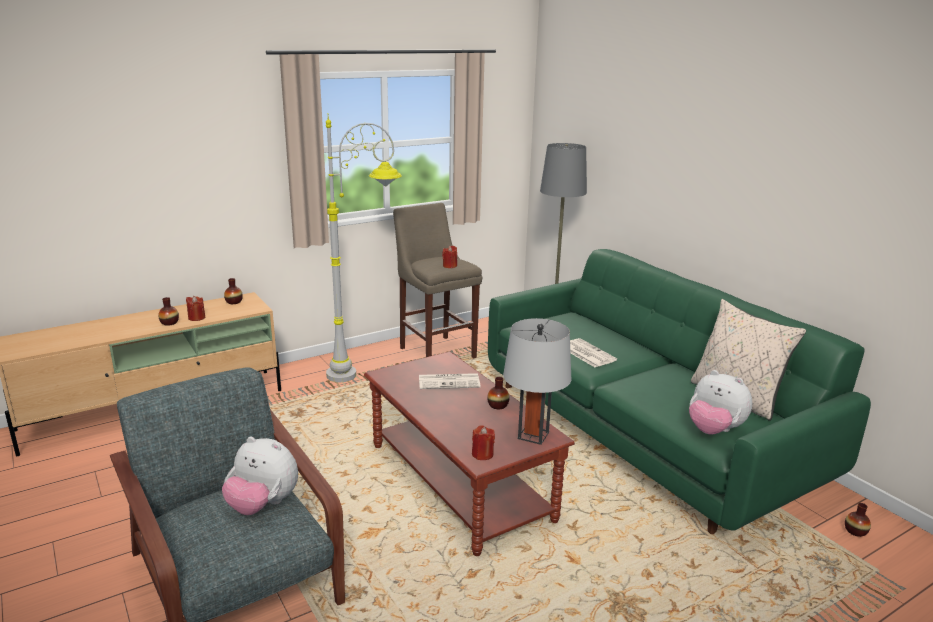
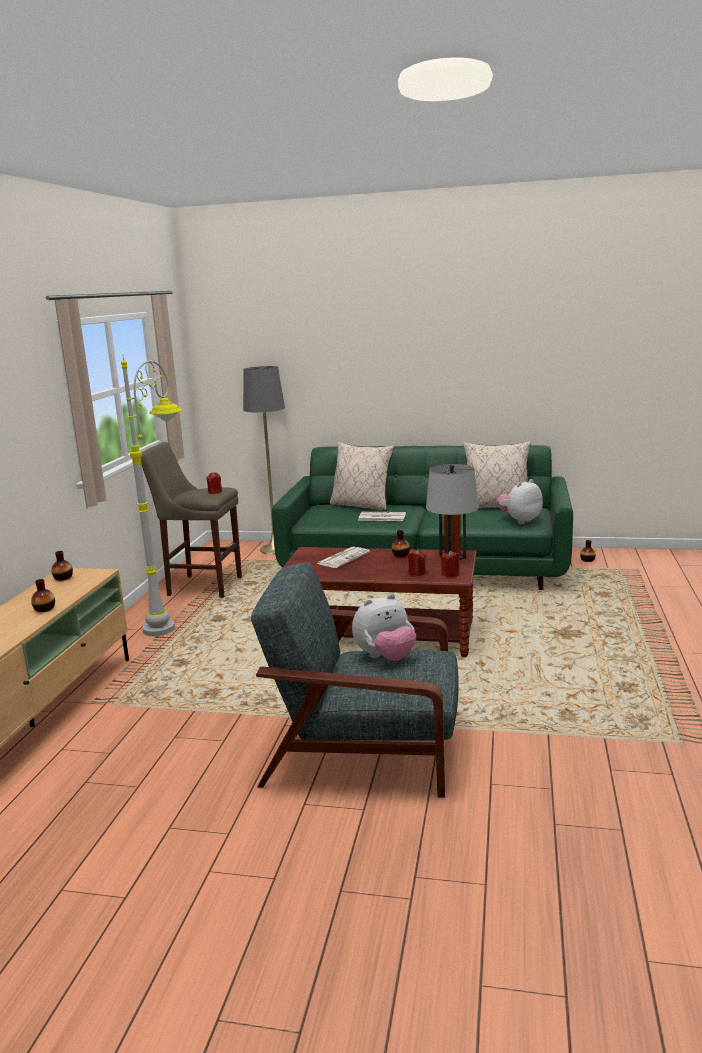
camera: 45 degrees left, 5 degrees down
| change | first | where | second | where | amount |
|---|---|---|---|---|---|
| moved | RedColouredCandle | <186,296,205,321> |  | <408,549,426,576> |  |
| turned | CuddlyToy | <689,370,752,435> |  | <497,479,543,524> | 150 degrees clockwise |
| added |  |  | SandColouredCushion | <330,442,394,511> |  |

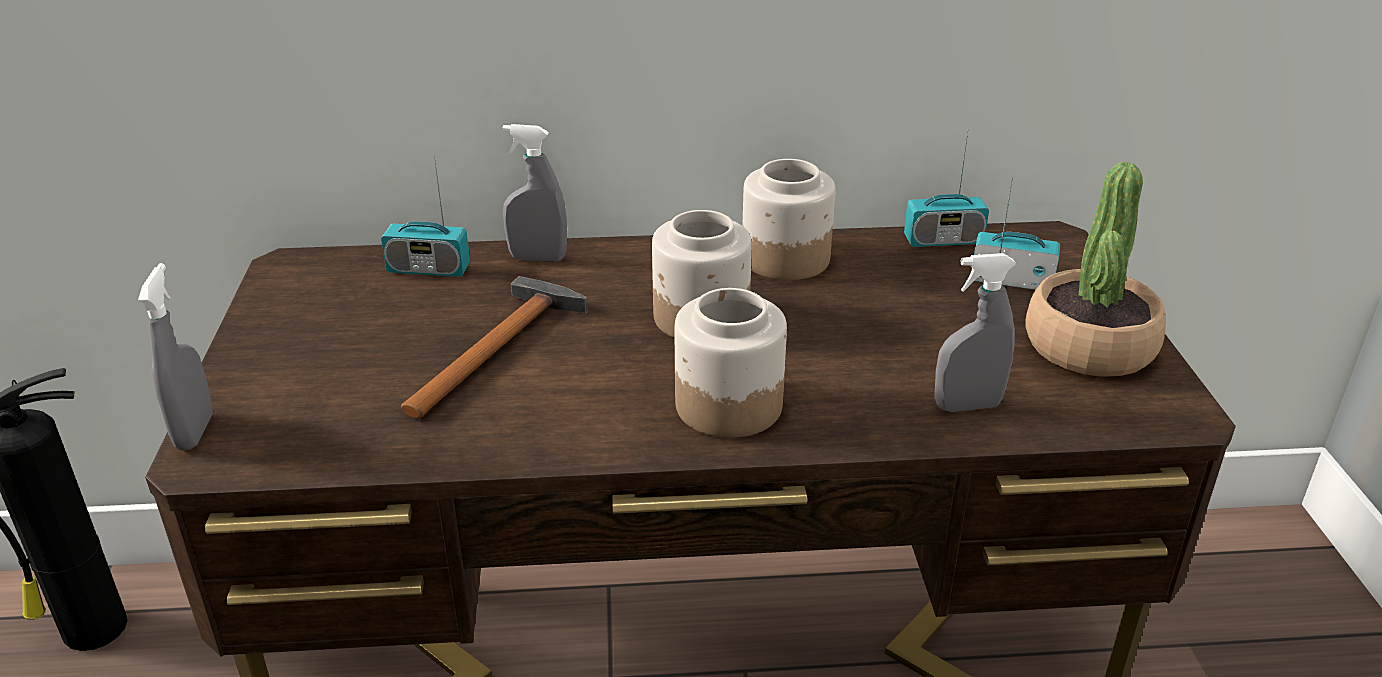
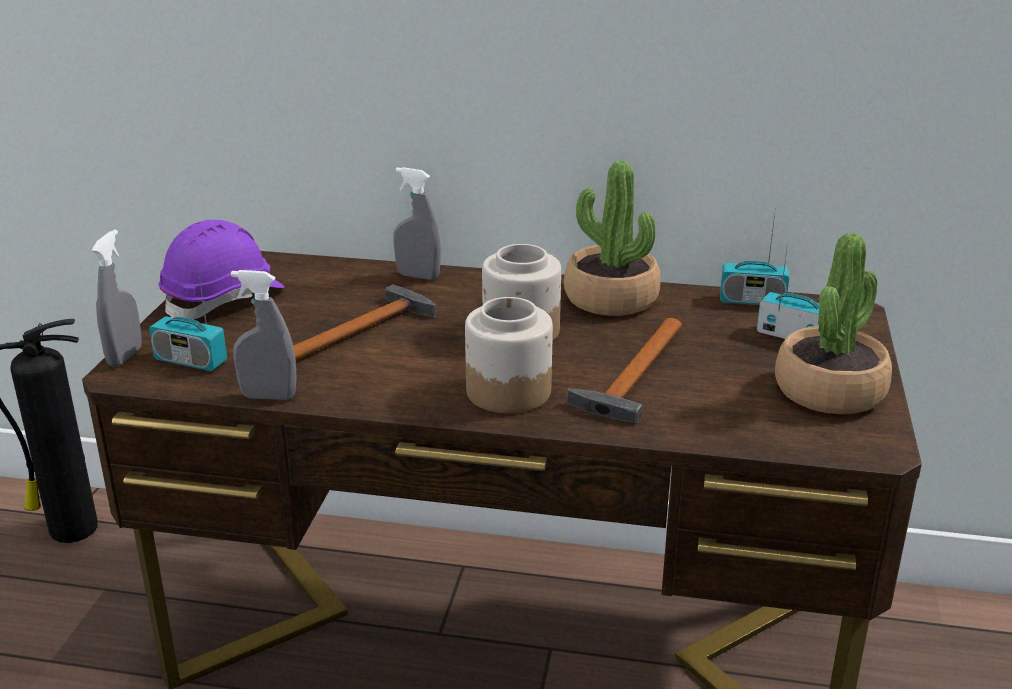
camera: 15 degrees right, 5 degrees down
| change | first | where | second | where | amount |
|---|---|---|---|---|---|
| moved | Radio | <381,155,470,277> |  | <149,262,227,371> |  |
| replaced | PreserveJar | <742,159,835,280> | Houseplant | <564,160,661,316> |  |
| moved | GreySprayBottle | <934,253,1016,412> |  | <231,270,297,400> |  |
| added |  |  | PurplishSafetyHelmet | <159,220,285,319> |  |
| added |  |  | ToolHammer | <567,318,682,424> |  |

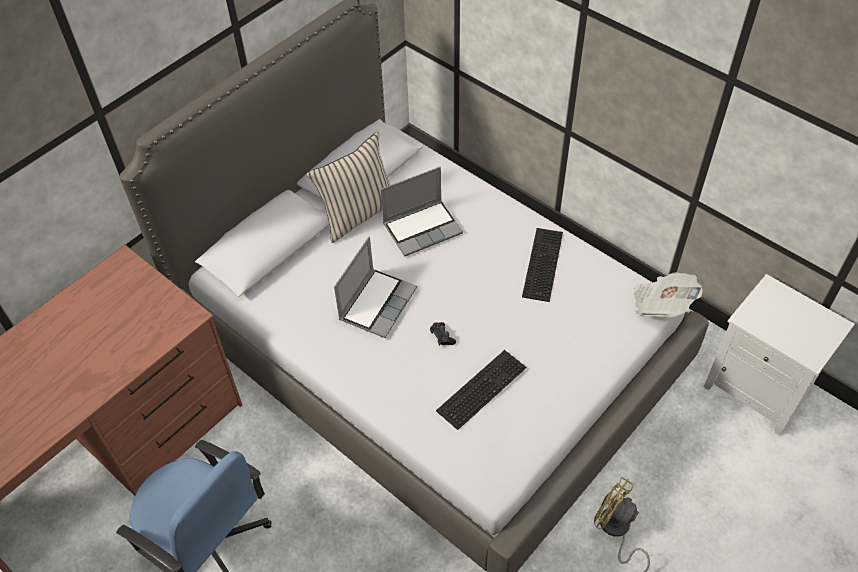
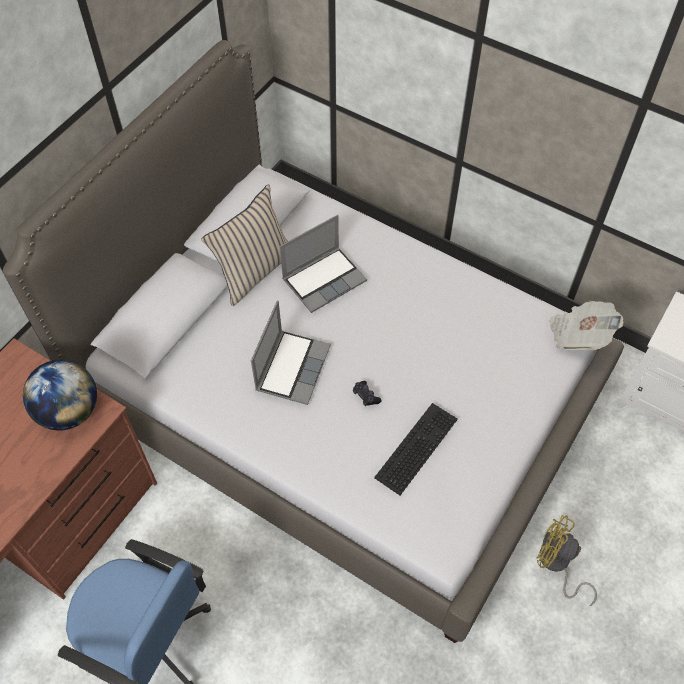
camera: 10 degrees left, 5 degrees up
| change | first | where | second | where | amount |
|---|---|---|---|---|---|
| removed | ComputerKeyboard | <522,228,563,302> |  |  |  |
| added |  |  | DeskGlobe | <23,360,97,430> |  |

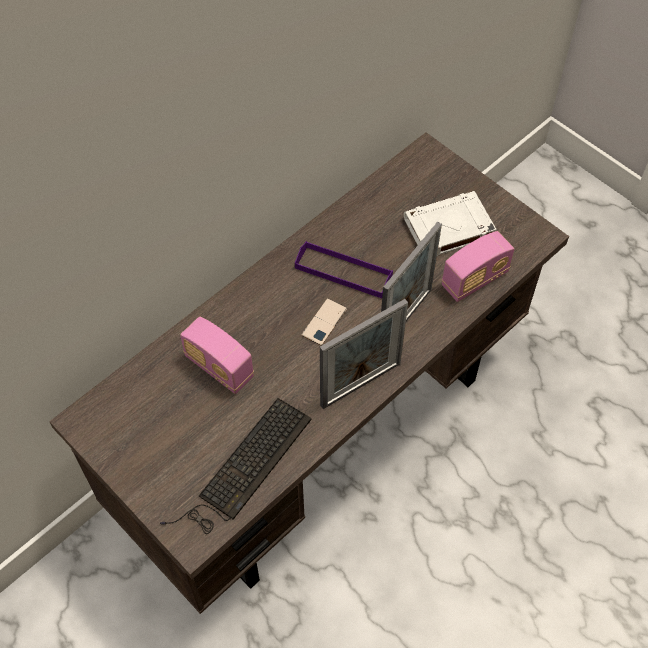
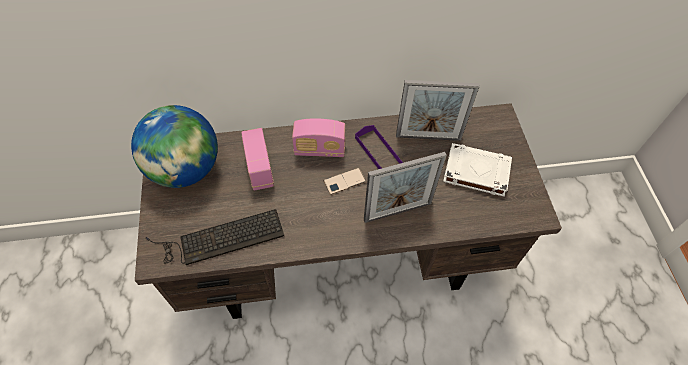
camera: 35 degrees right, 0 degrees up
| change | first | where | second | where | amount |
|---|---|---|---|---|---|
| moved | StandingFrame | <320,299,408,409> |  | <396,80,480,141> |  |
| moved | Radio | <442,231,514,302> |  | <292,118,345,157> |  |
| added |  |  | DeskGlobe | <131,105,218,188> |  |

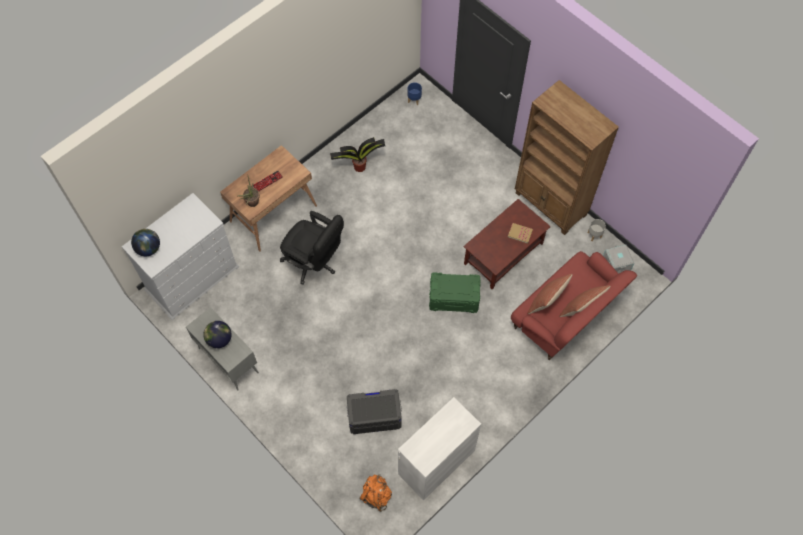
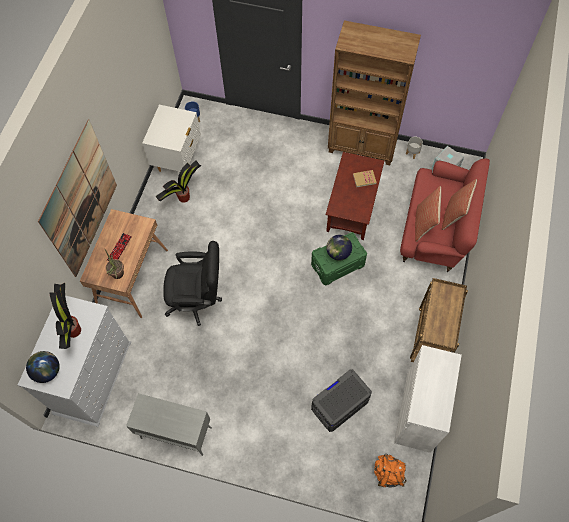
camera: 30 degrees left, 0 degrees up
| change | first | where | second | where | amount |
|---|---|---|---|---|---|
| moved | DeskGlobe | <203,321,232,348> |  | <326,235,352,261> |  |
| added |  |  | Picture | <38,119,117,277> |  |
| added |  |  | Houseplant | <49,283,81,349> |  |
| added |  |  | WhiteColouredBedsideTable | <142,105,201,172> |  |
| added |  |  | BrownishWheeledCart | <410,278,468,362> |  |

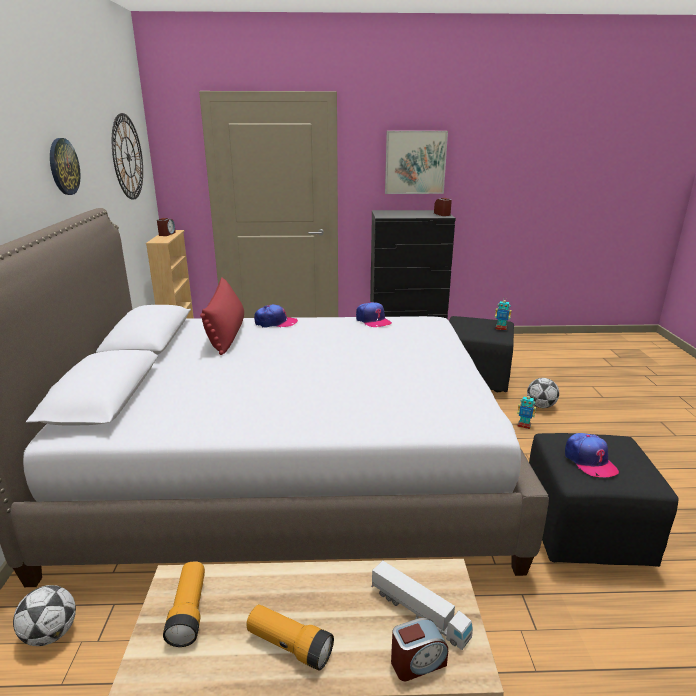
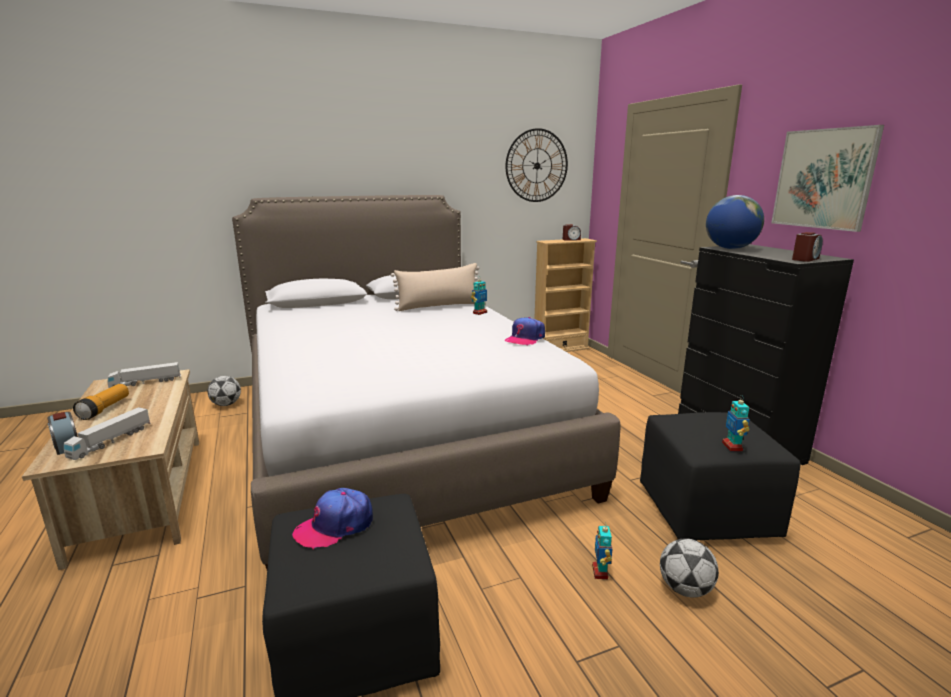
camera: 70 degrees right, 5 degrees down
| change | first | where | second | where | amount |
|---|---|---|---|---|---|
| removed | HangingClock | <50,138,81,195> |  |  |  |
| replaced | HandTorch | <163,562,205,647> | ToyLorry | <108,362,181,388> |  |
| recoloured | RedColouredCushion | <200,277,244,355> | SandColouredCushion | <391,263,479,311> |  |
| replaced | PeakedCap | <254,304,298,328> | ToyRobot | <471,276,487,315> |  |
| added |  |  | DeskGlobe | <706,195,764,249> |  |

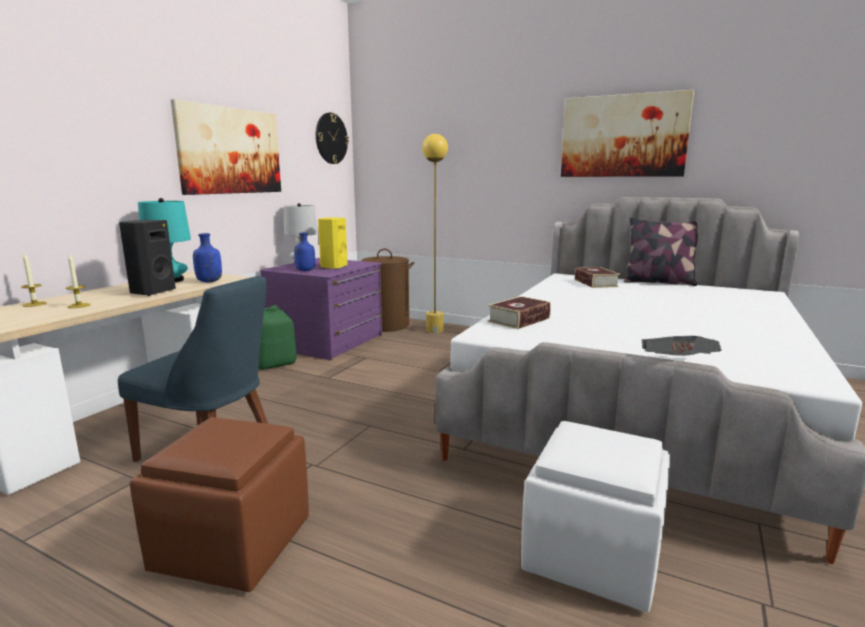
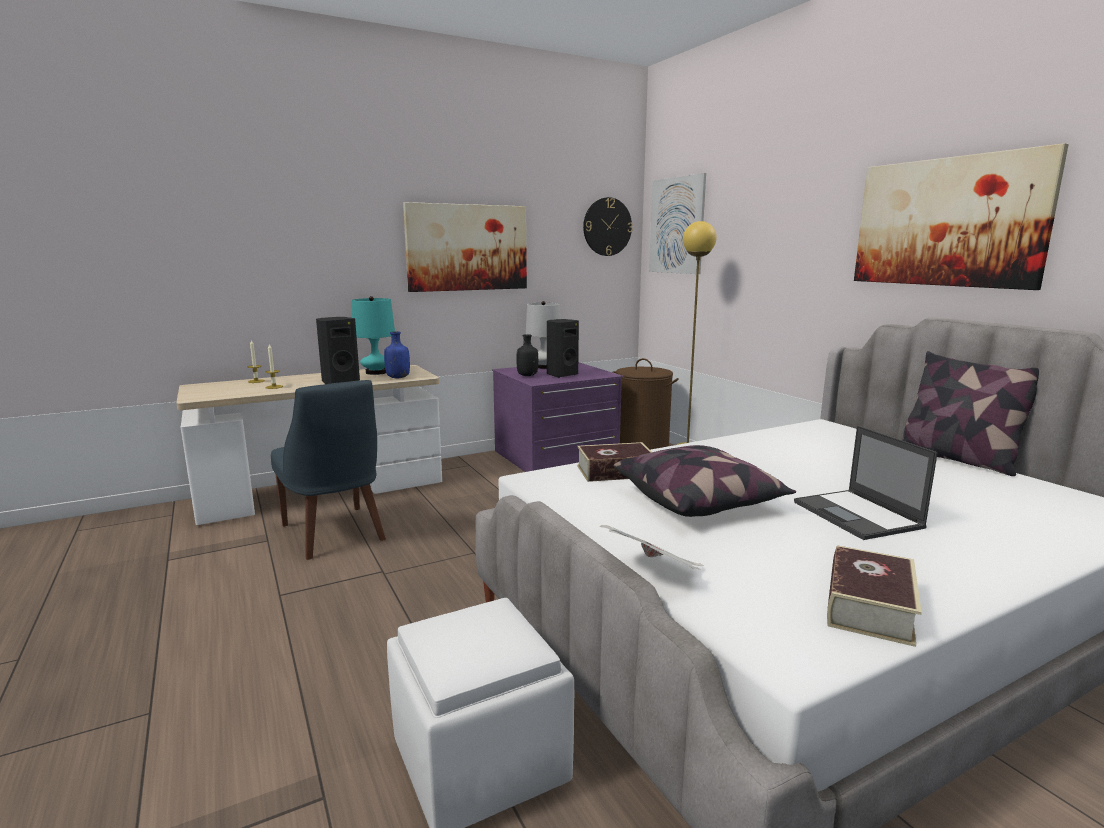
camera: 35 degrees right, 0 degrees up
| change | first | where | second | where | amount |
|---|---|---|---|---|---|
| removed | BrownishFootrest | <130,417,309,592> |  |  |  |
| removed | GreenRucksack | <258,305,297,370> |  |  |  |
| recoloured | BluishBottle | <294,233,315,271> | BlackBottle | <516,334,538,376> |  |
| recoloured | YellowColouredLoudspeaker | <318,218,348,269> | BlackLoudspeaker | <547,319,579,378> |  |
| moved | BoundBook | <575,267,620,288> |  | <827,545,922,647> |  |
| added |  |  | Cushion | <614,445,796,517> |  |
| added |  |  | Picture | <649,173,706,274> |  |
| added |  |  | NotebookComputer | <794,426,938,540> |  |

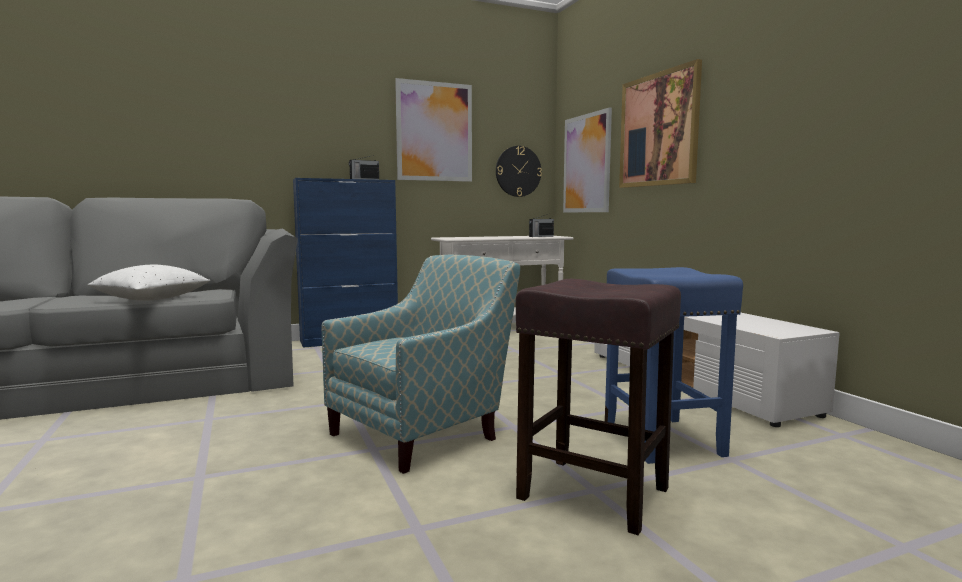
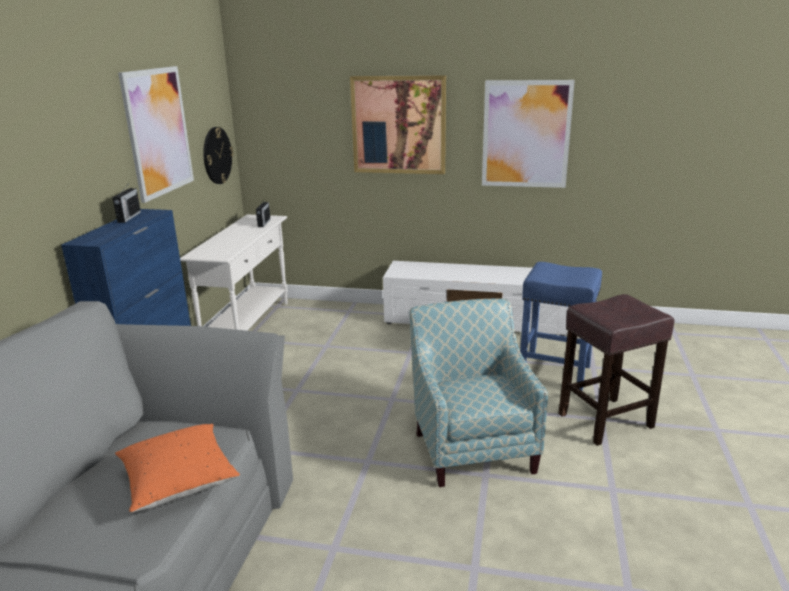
camera: 55 degrees left, 15 degrees up
| change | first | where | second | where | amount |
|---|---|---|---|---|---|
| recoloured | WhiteColouredCushion | <88,265,210,301> | OrangeColouredCushion | <115,424,240,513> |  |
| moved | Picture | <563,107,612,212> |  | <482,80,575,188> |  |

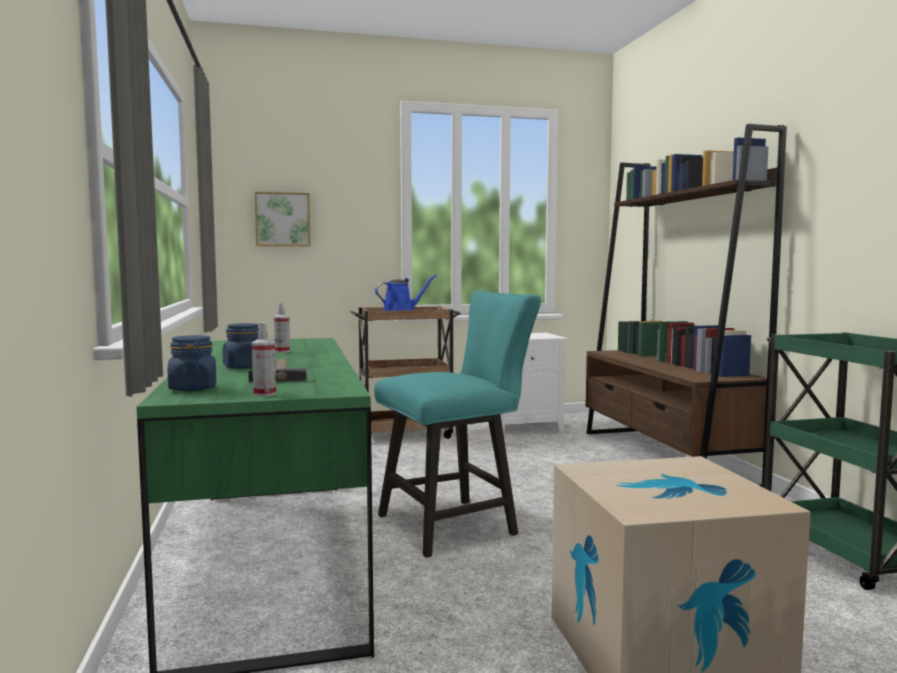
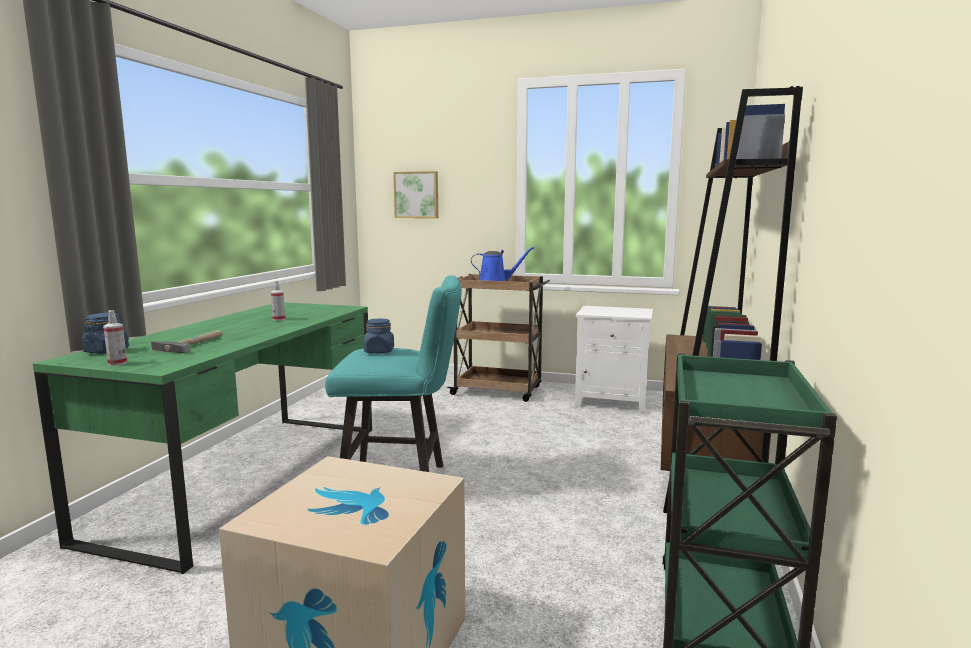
camera: 30 degrees right, 5 degrees up
| change | first | where | second | where | amount |
|---|---|---|---|---|---|
| moved | BluishPreserveJar | <223,323,260,369> |  | <364,318,394,354> |  |

